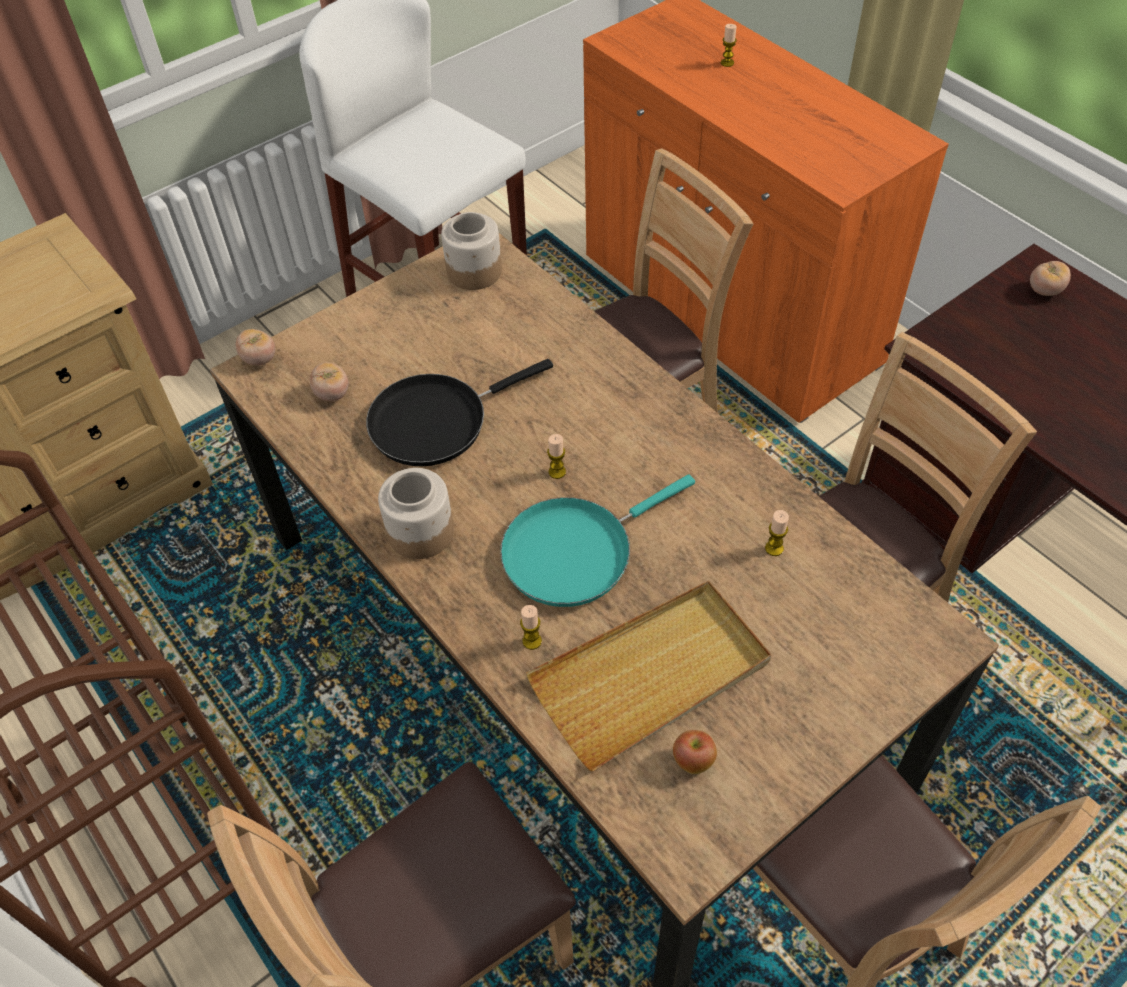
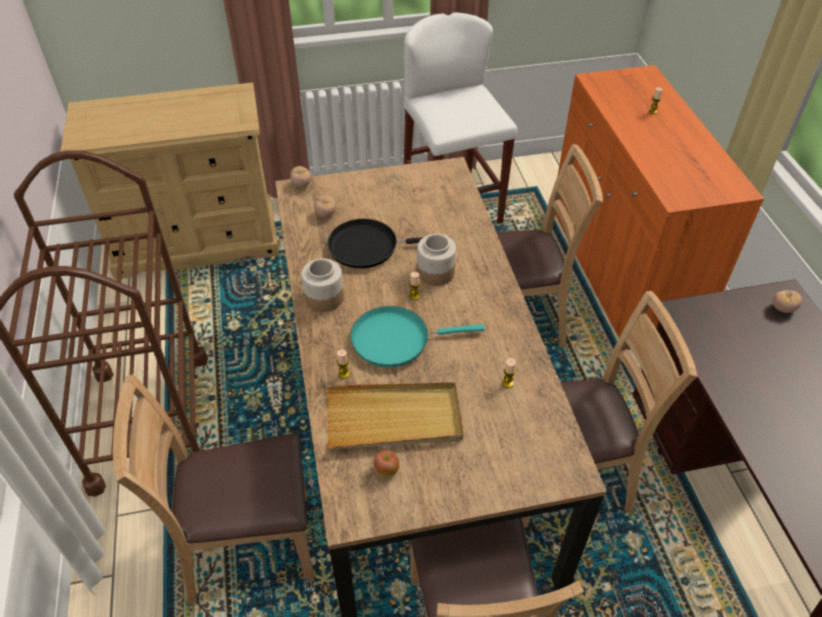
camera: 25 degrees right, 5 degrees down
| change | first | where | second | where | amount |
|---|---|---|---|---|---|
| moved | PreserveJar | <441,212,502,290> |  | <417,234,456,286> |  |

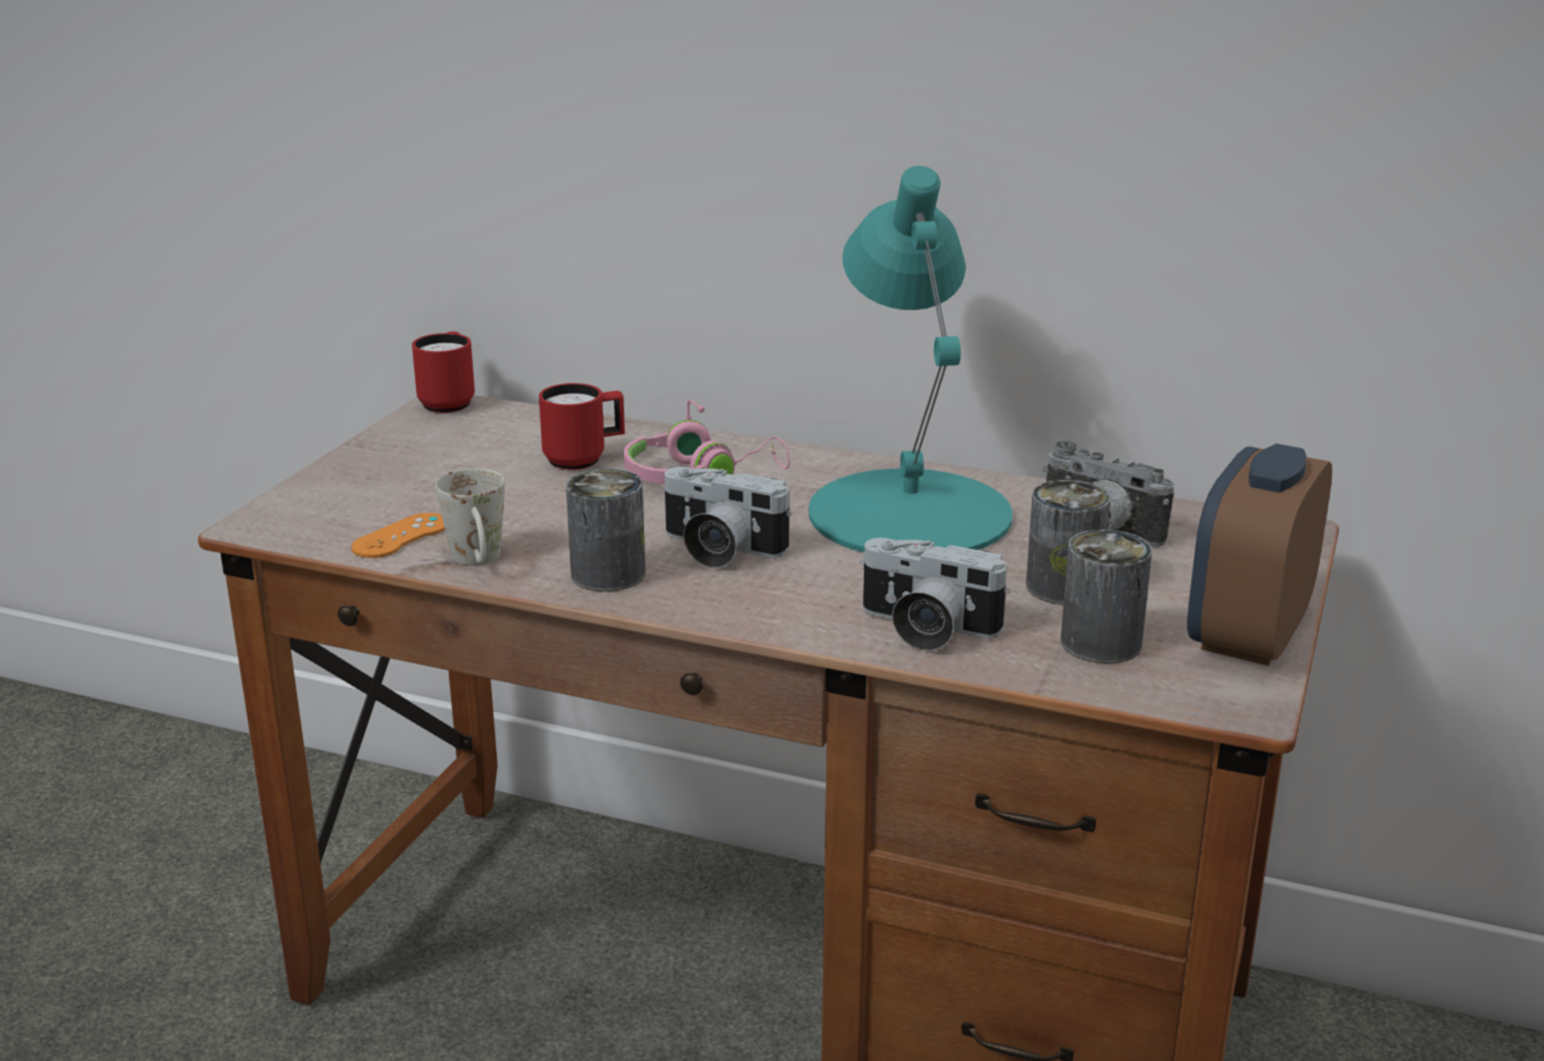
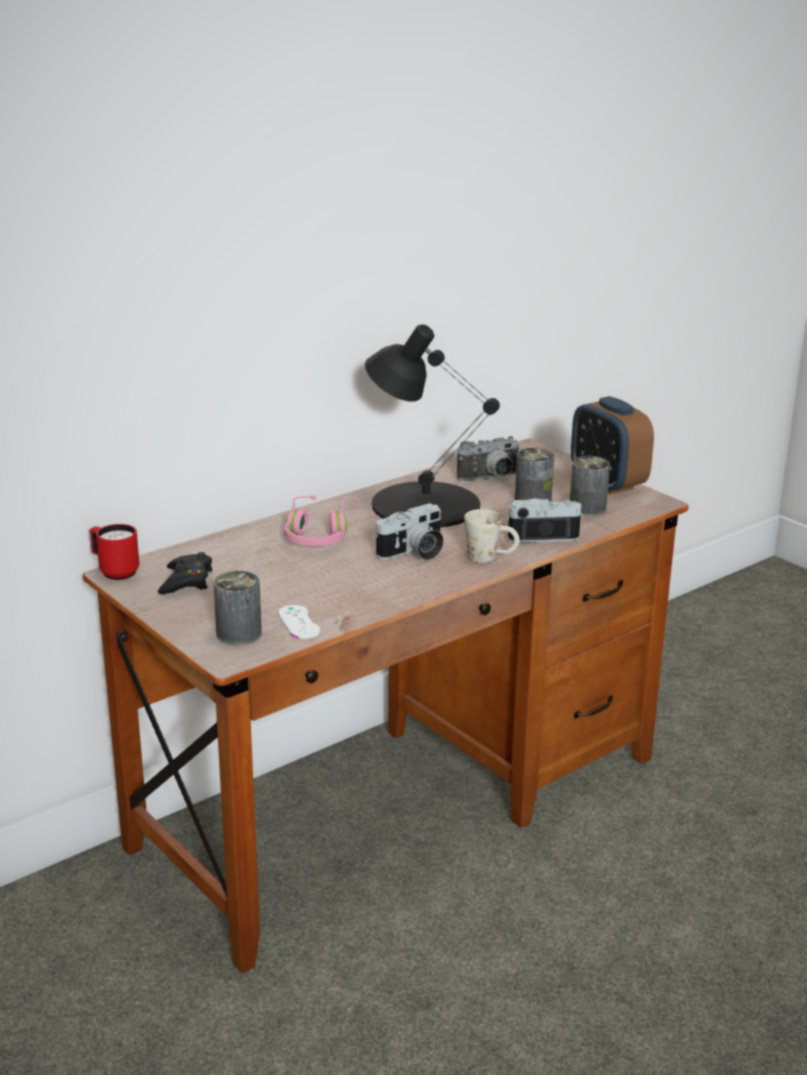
camera: 60 degrees left, 0 degrees up
| change | first | where | second | where | amount |
|---|---|---|---|---|---|
| recoloured | OrangeColouredGamepad | <351,513,445,558> | WhiteColouredGamepad | <278,605,320,639> |  |
| moved | WhiteColouredCoffeeMug | <435,468,505,566> |  | <464,509,520,563> |  |
| removed | RedColouredCoffeeMug | <539,383,625,470> |  |  |  |
| moved | SealedCan | <566,469,646,592> |  | <214,571,262,645> |  |
| recoloured | TurquoiseColouredTabletopLamp | <809,166,1013,553> | BlackTabletopLamp | <365,324,500,527> |  |
| turned | StillCamera | <860,538,1011,651> |  | <506,498,583,542> | 150 degrees counterclockwise |
| added |  |  | BlackGamepad | <158,552,212,594> |  |

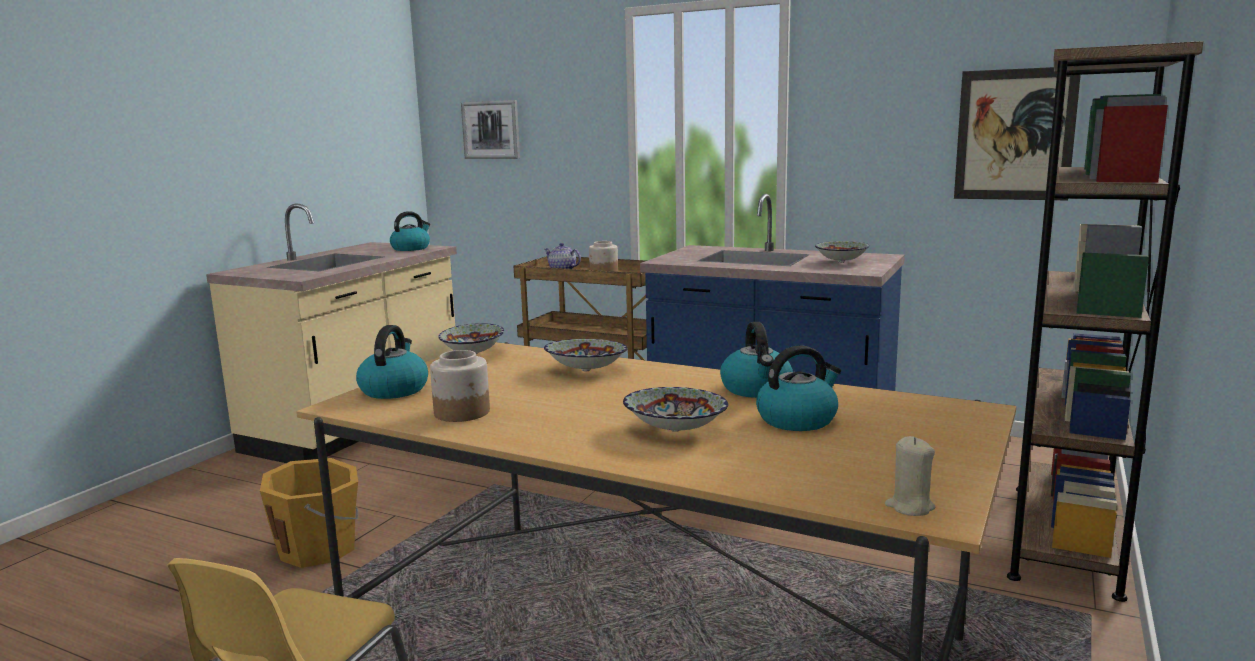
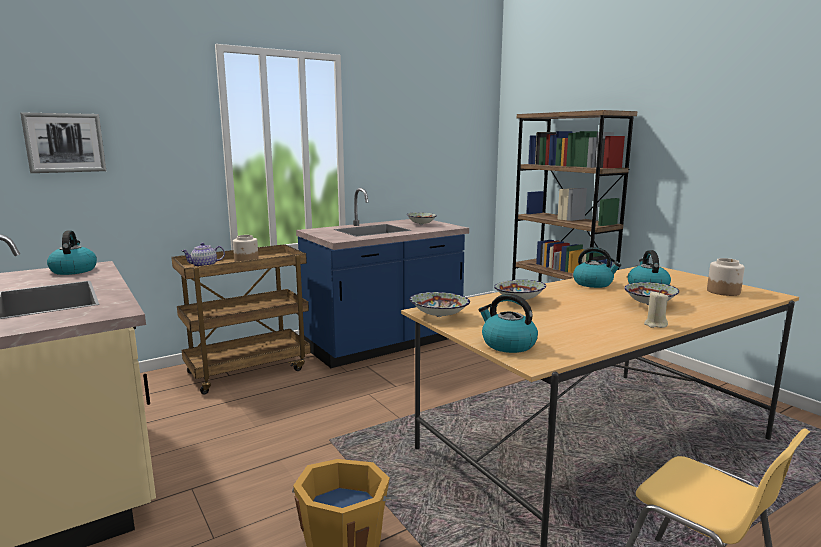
camera: 60 degrees left, 0 degrees up
| change | first | where | second | where | amount |
|---|---|---|---|---|---|
| moved | PreserveJar | <430,350,490,422> |  | <707,258,745,296> |  |
| moved | SandColouredCandle | <885,436,935,516> |  | <644,291,668,328> |  |
| removed | Picture | <954,67,1081,200> |  |  |  |

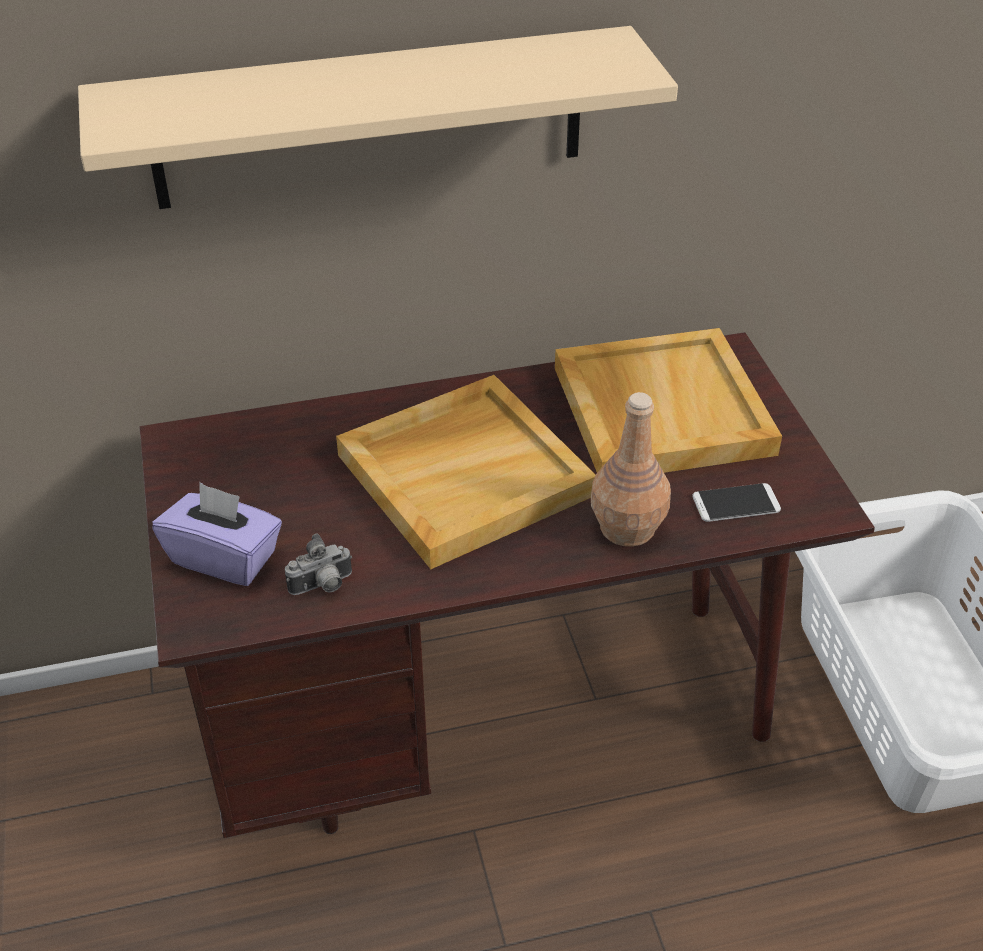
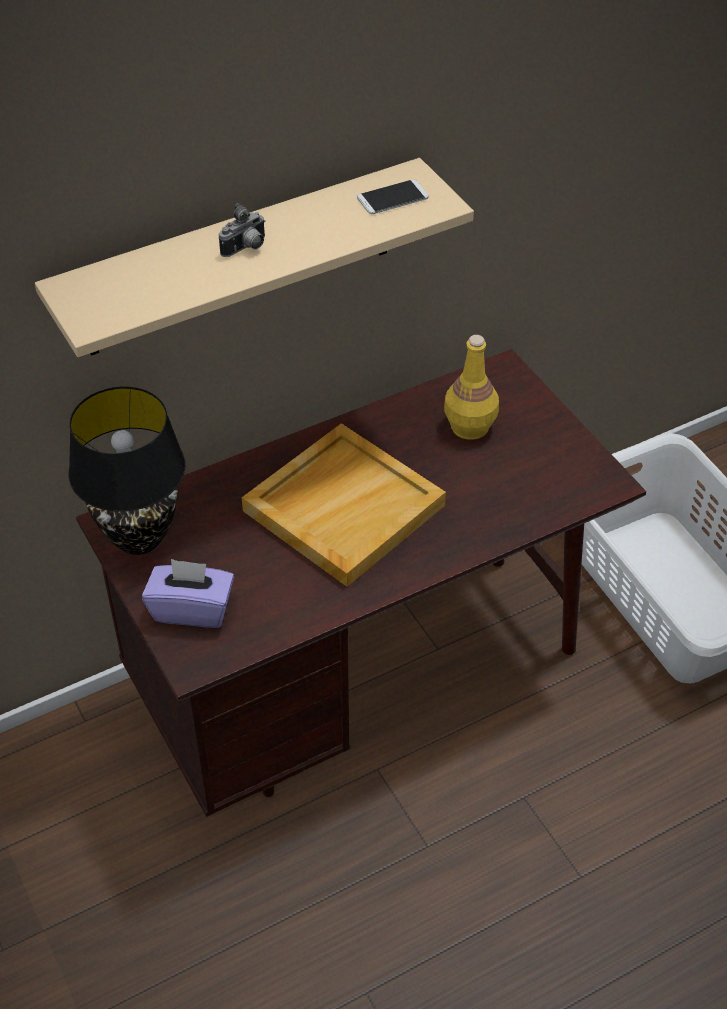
camera: 15 degrees left, 5 degrees up
| change | first | where | second | where | amount |
|---|---|---|---|---|---|
| moved | StillCamera | <285,533,352,595> |  | <219,203,265,257> |  |
| replaced | SandColouredCarryingTray | <555,328,782,473> | YellowColouredBottle | <444,335,499,440> |  |
| removed | BrownishBottle | <591,392,671,547> |  |  |  |
| moved | Telephone | <692,483,781,522> |  | <357,179,429,214> |  |
| added |  |  | BlackTabletopLamp | <69,386,185,555> |  |

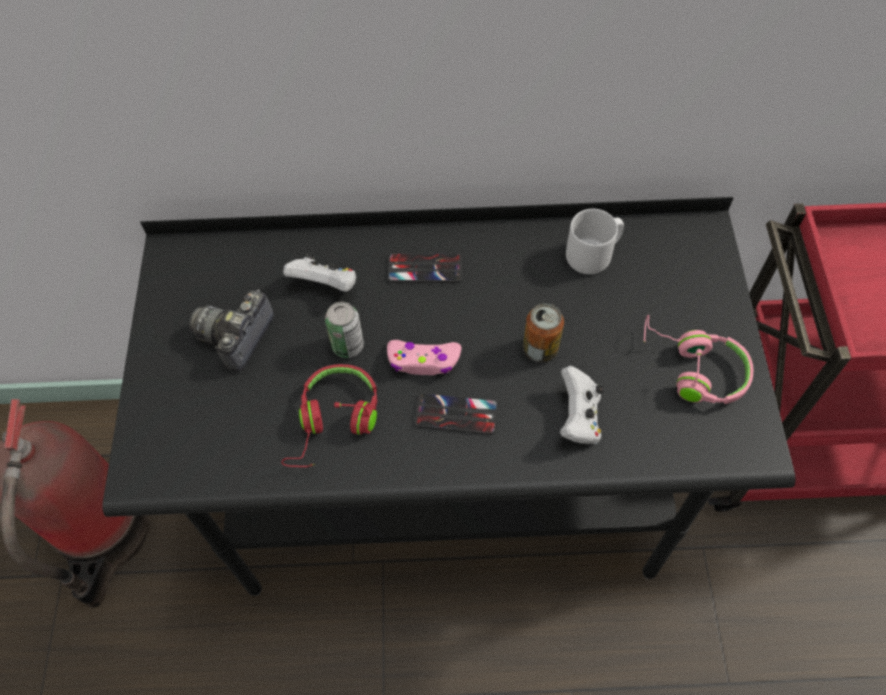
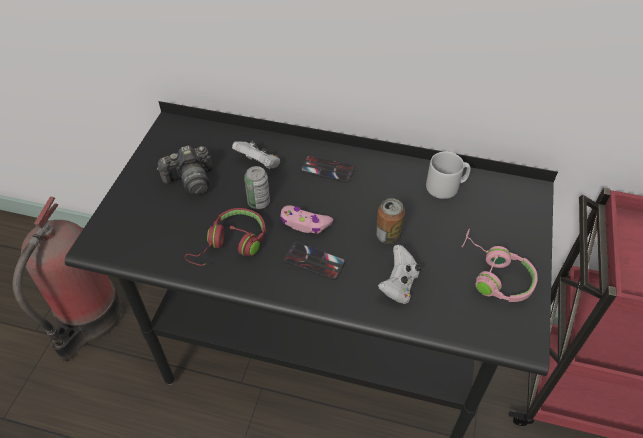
camera: 15 degrees right, 10 degrees down
| change | first | where | second | where | amount |
|---|---|---|---|---|---|
| turned | StillCamera | <189,289,274,372> |  | <157,145,213,196> | 150 degrees counterclockwise |

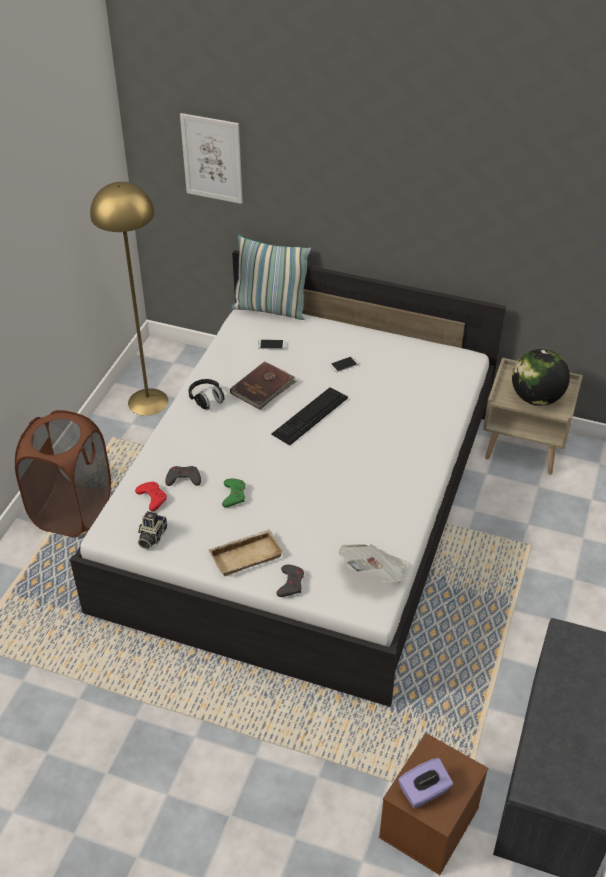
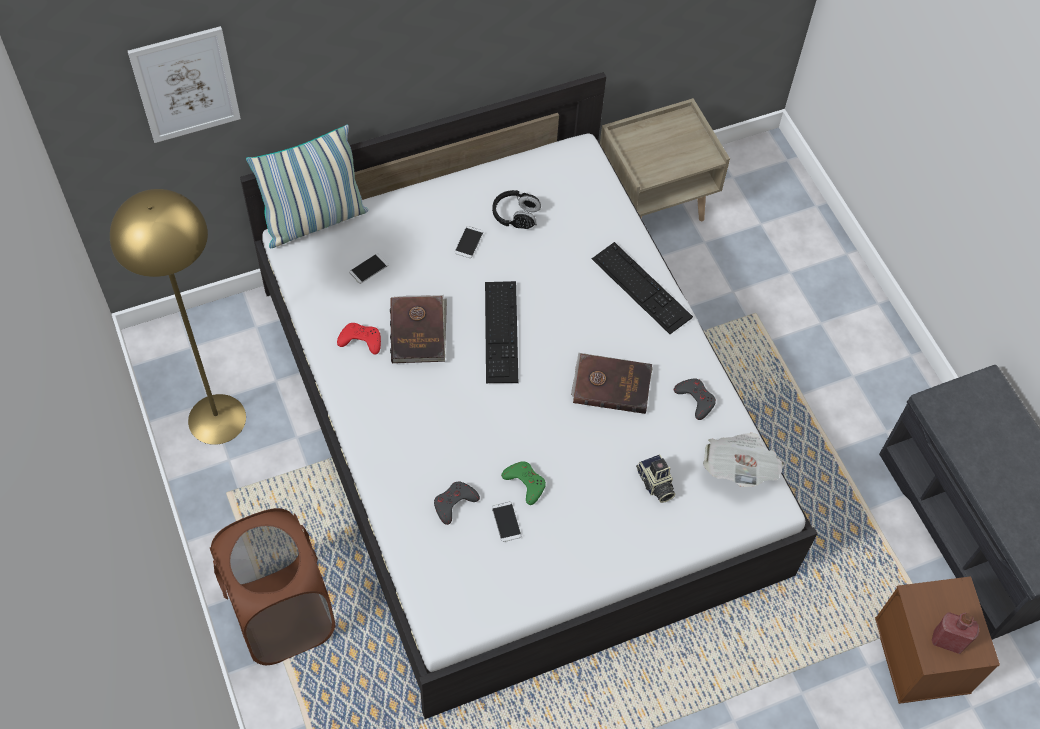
camera: 45 degrees left, 15 degrees up
| change | first | where | second | where | amount |
|---|---|---|---|---|---|
| moved | RedColouredGamepad | <135,482,167,512> |  | <337,323,381,355> |  |
| moved | StillCamera | <138,511,167,549> |  | <636,454,675,503> |  |
| moved | BlackHeadset | <188,379,225,409> |  | <492,190,541,229> |  |
| removed | SandColouredCarryingTray | <209,529,283,576> |  |  |  |
| moved | GreyGamepad | <276,565,304,597> |  | <674,378,716,420> |  |
| replaced | PurplishBoxOfTissues | <398,758,453,809> | RedColouredBottle | <932,612,980,654> |  |
| removed | DeskGlobe | <512,349,570,406> |  |  |  |
| added |  |  | Telephone | <492,502,521,542> |  |
| added |  |  | BrownishBoundBook | <571,353,653,414> |  |
| added |  |  | ComputerKeyboard | <592,242,693,334> |  |

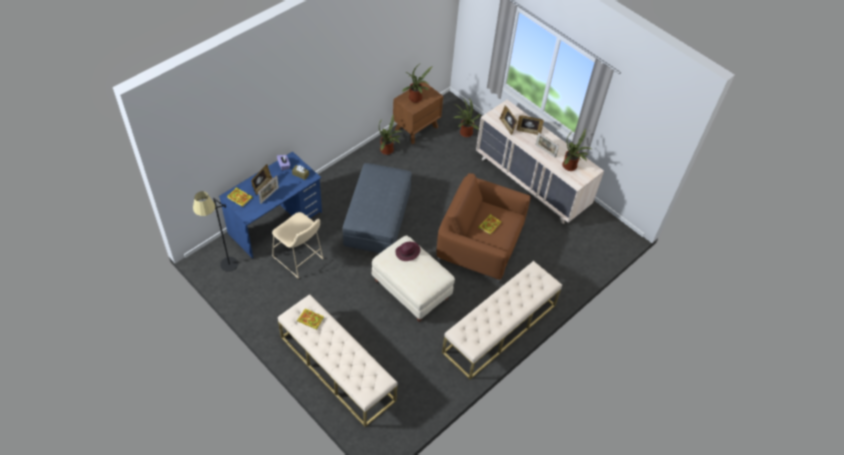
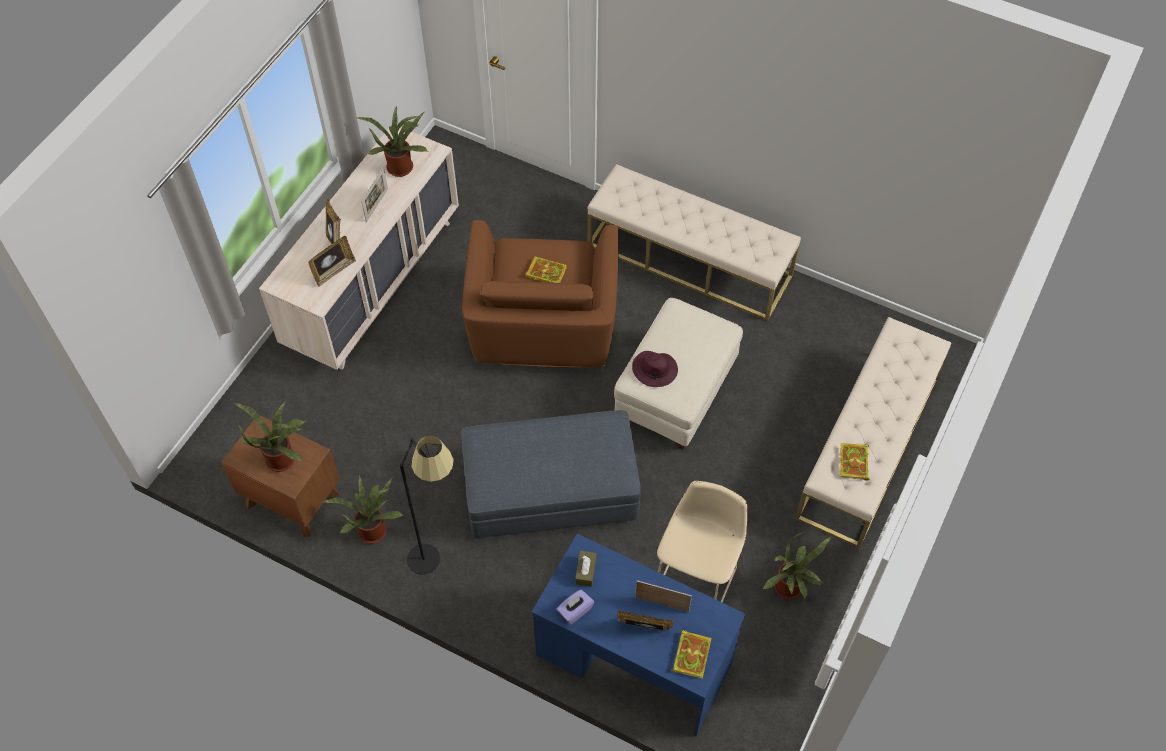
camera: 105 degrees left, 5 degrees up
| change | first | where | second | where | amount |
|---|---|---|---|---|---|
| moved | BlackStandardLamp | <193,191,238,272> |  | <400,435,454,574> |  |
| moved | Houseplant | <453,98,480,137> |  | <763,531,832,599> |  |

